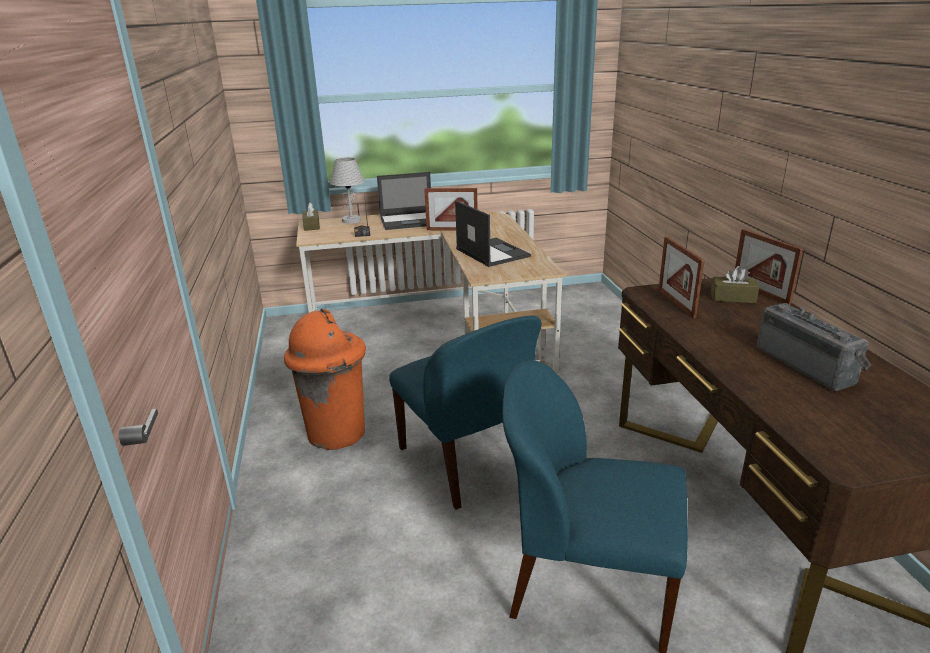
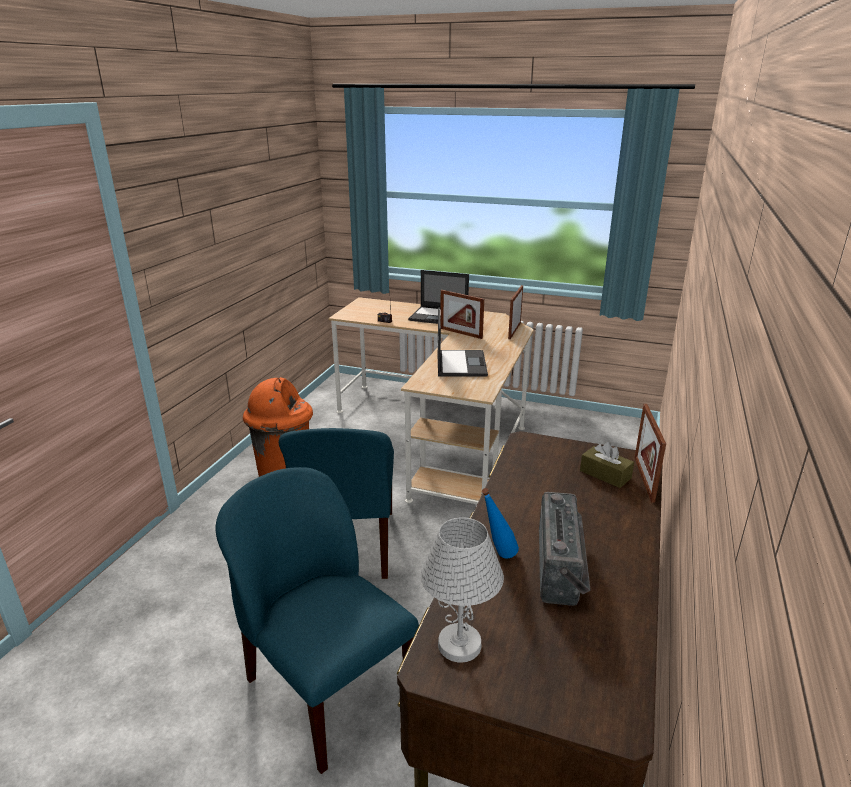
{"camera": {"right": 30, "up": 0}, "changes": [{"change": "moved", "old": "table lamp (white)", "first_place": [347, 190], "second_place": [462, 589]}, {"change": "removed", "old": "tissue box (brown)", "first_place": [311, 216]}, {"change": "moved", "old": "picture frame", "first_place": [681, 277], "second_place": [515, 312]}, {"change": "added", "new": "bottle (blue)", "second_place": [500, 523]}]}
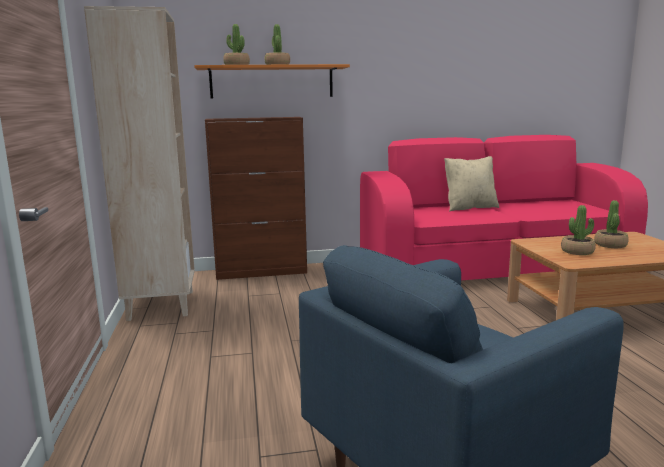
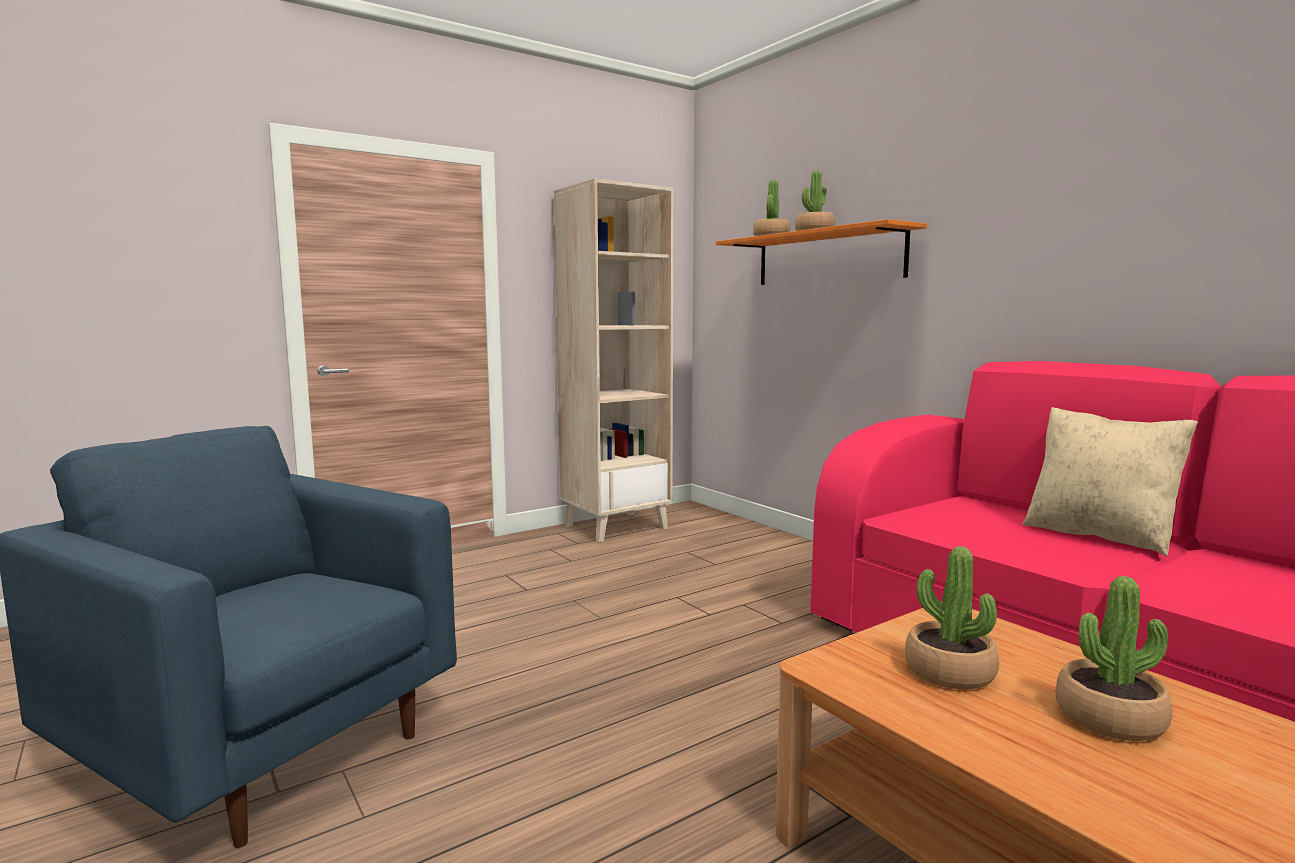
{"camera": {"right": 65, "up": -5}, "changes": [{"change": "removed", "old": "cabinet (brown)", "first_place": [256, 198]}]}
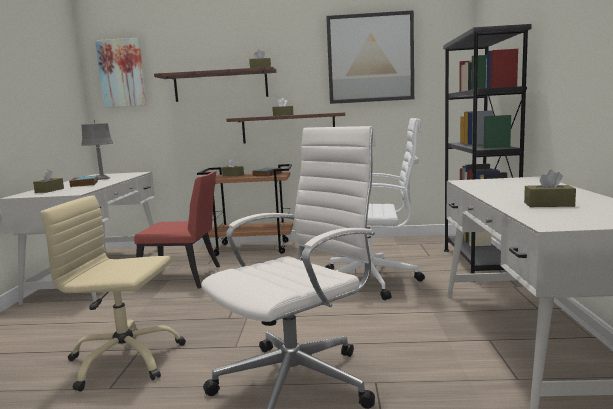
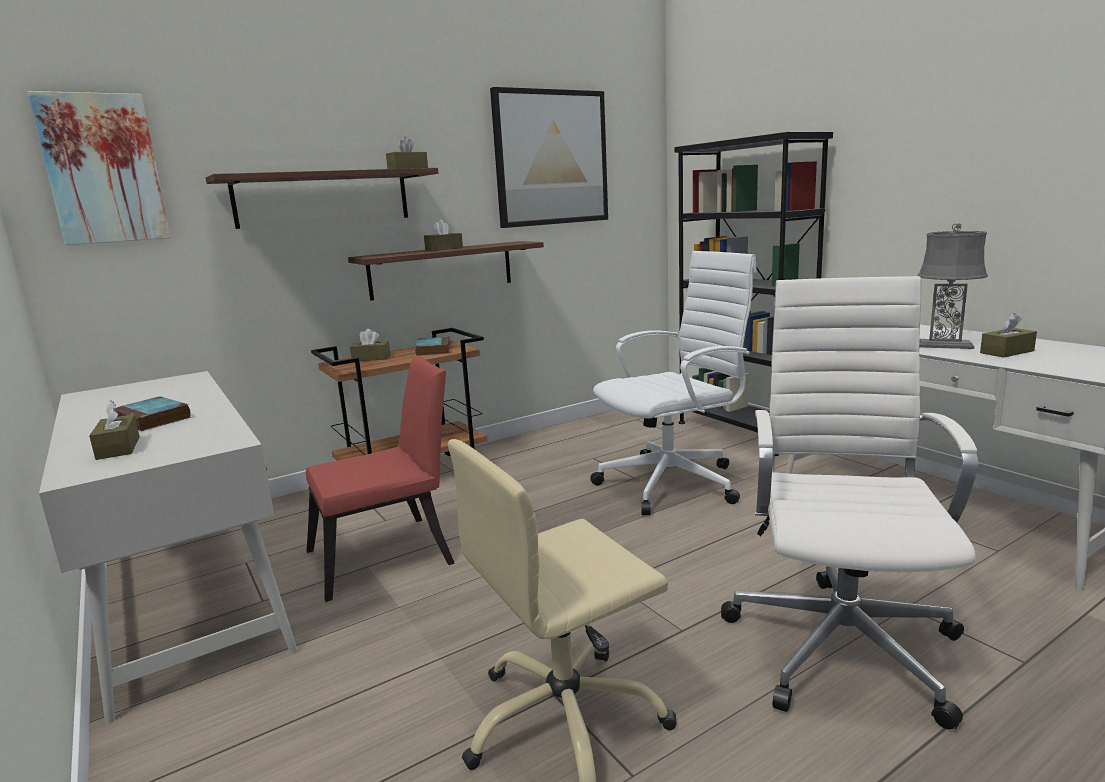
{"camera": {"right": -35, "up": 5}, "changes": [{"change": "moved", "old": "table lamp (grey)", "first_place": [97, 150], "second_place": [952, 286]}]}
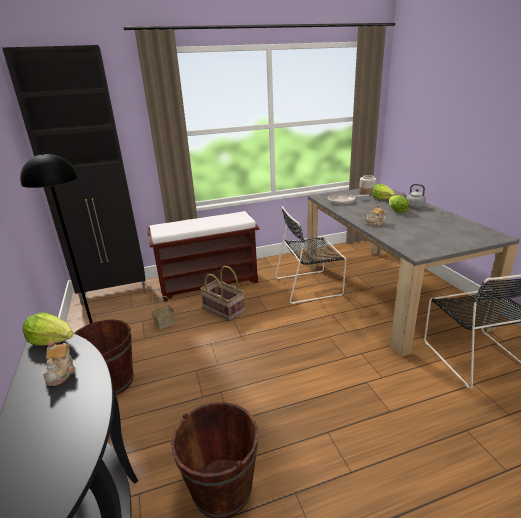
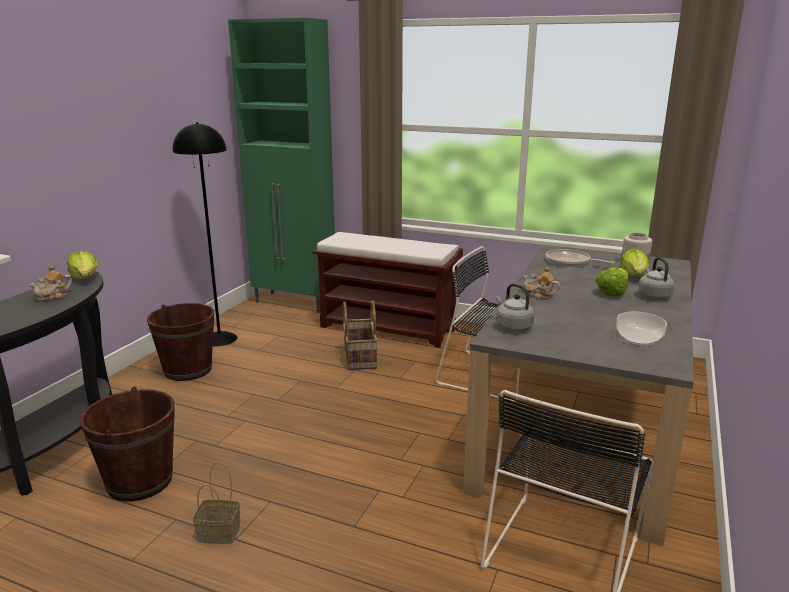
{"camera": {"right": 40, "up": -5}, "changes": [{"change": "recoloured", "old": "cabinet (black)", "new": "cabinet (green)", "first_place": [74, 175], "second_place": [281, 165]}, {"change": "moved", "old": "basket", "first_place": [163, 309], "second_place": [216, 503]}, {"change": "added", "new": "kettle (grey)", "second_place": [515, 307]}, {"change": "added", "new": "bowl", "second_place": [641, 329]}]}
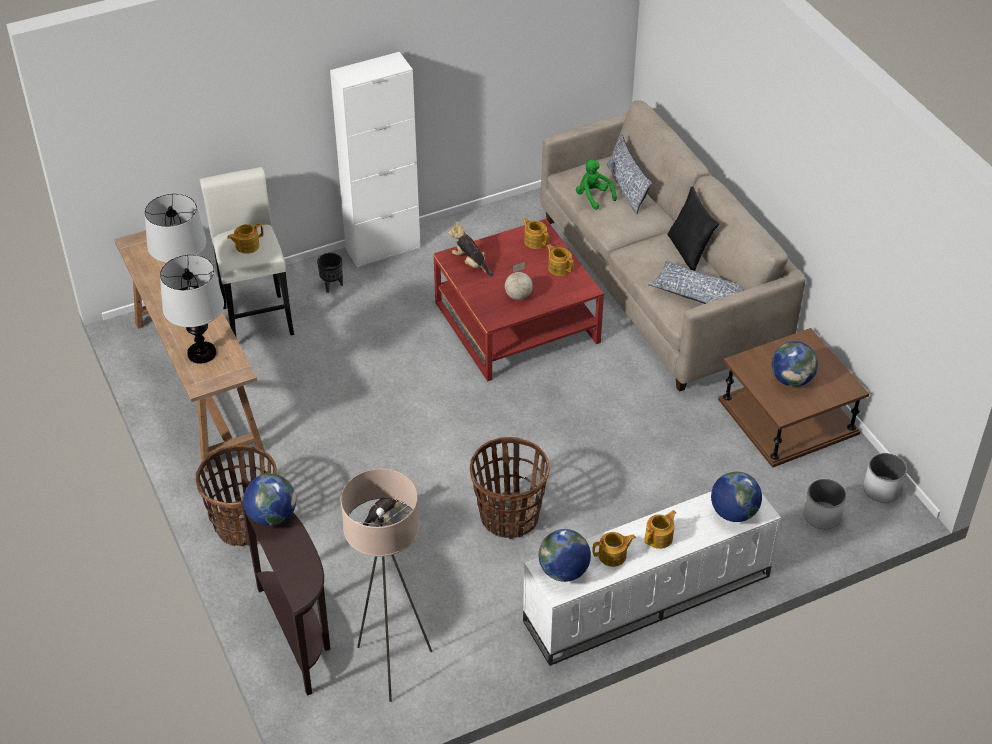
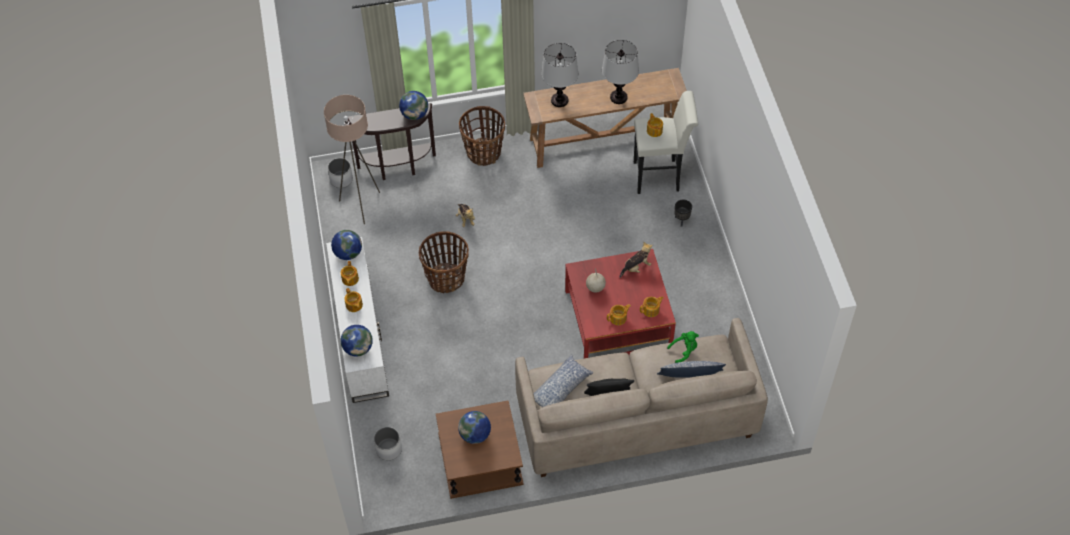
{"camera": {"right": 105, "up": 10}, "changes": [{"change": "removed", "old": "cabinet (white)", "first_place": [375, 160]}, {"change": "moved", "old": "planter (white)", "first_place": [885, 478], "second_place": [340, 173]}]}
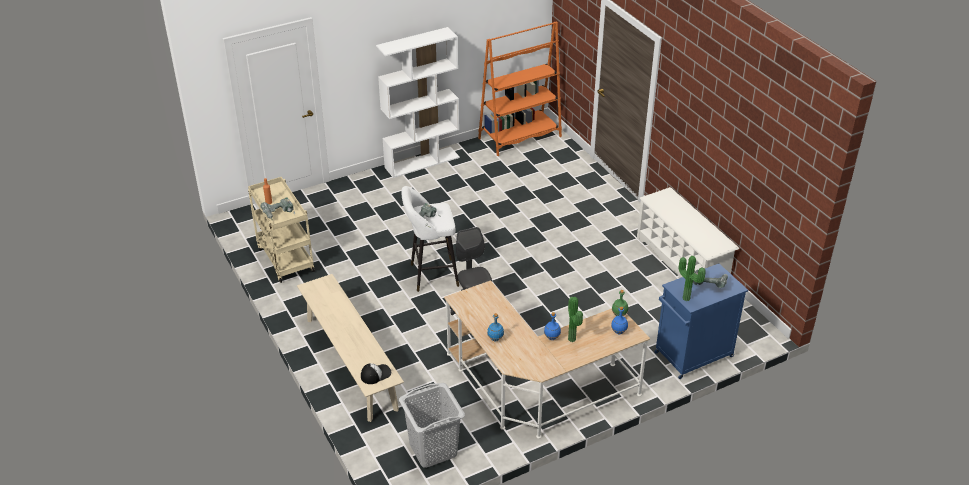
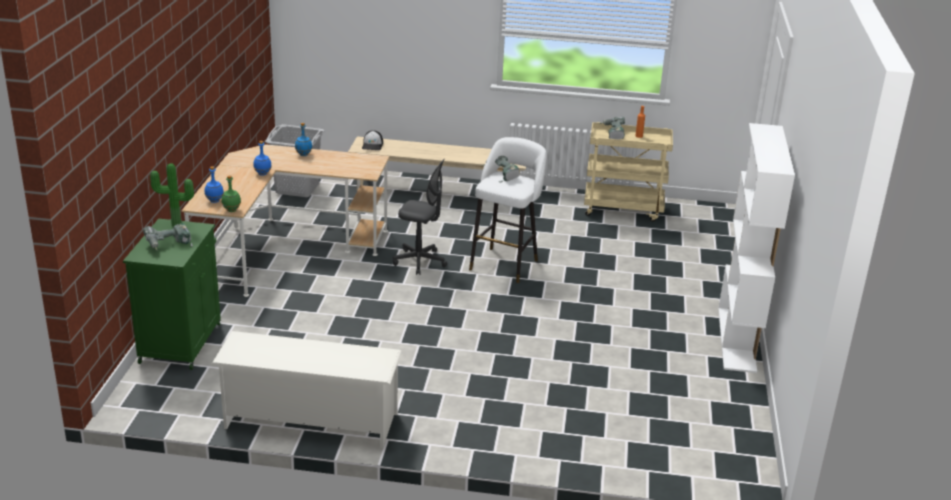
{"camera": {"right": 125, "up": -10}, "changes": [{"change": "removed", "old": "bookcase (orange)", "first_place": [520, 88]}, {"change": "recoloured", "old": "cabinet (blue)", "new": "cabinet (green)", "first_place": [701, 321], "second_place": [172, 294]}, {"change": "removed", "old": "potted plant", "first_place": [575, 319]}]}
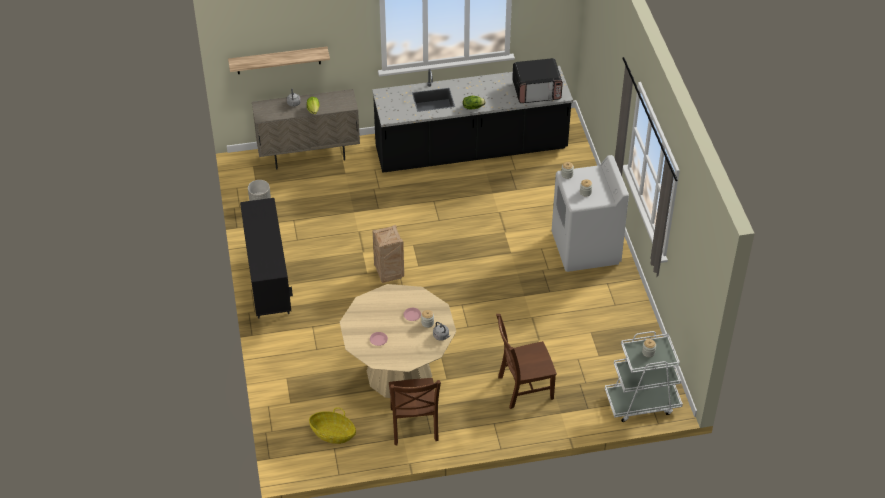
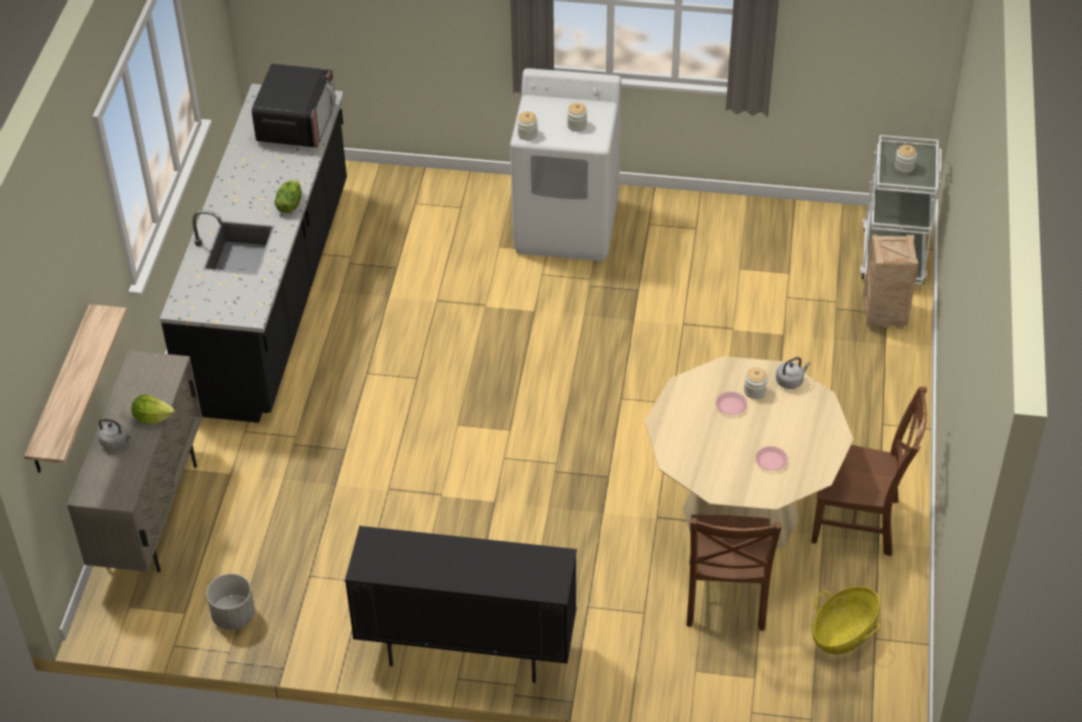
{"camera": {"right": -70, "up": 0}, "changes": [{"change": "moved", "old": "crate", "first_place": [388, 254], "second_place": [891, 281]}, {"change": "moved", "old": "chair (brown)", "first_place": [526, 361], "second_place": [734, 573]}]}
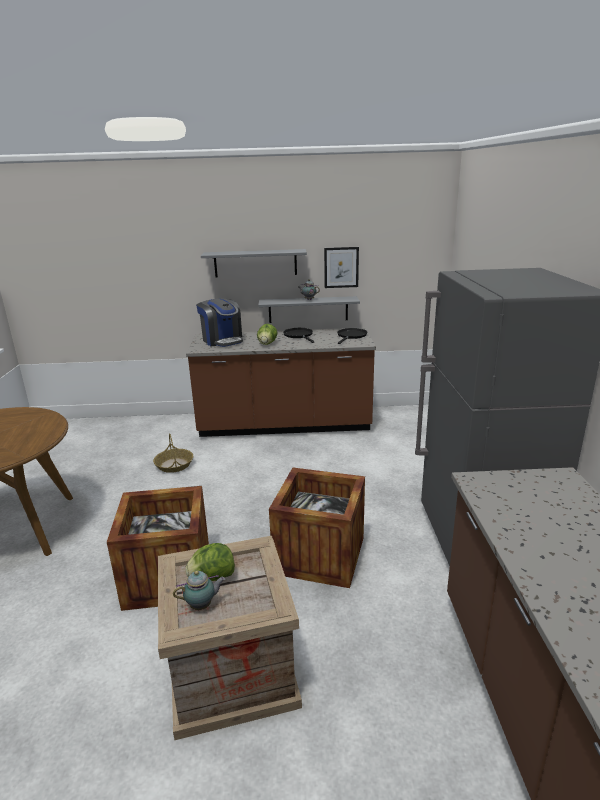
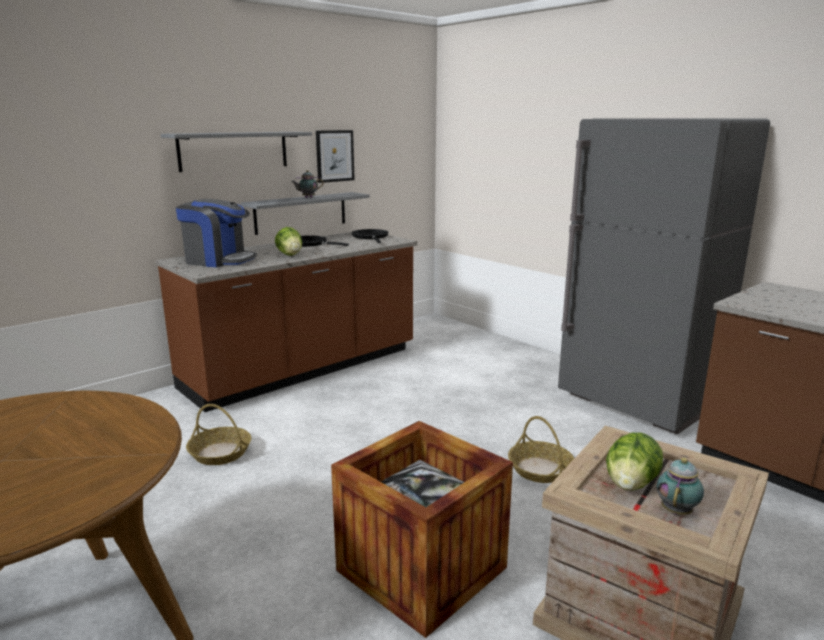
{"camera": {"right": -40, "up": -5}, "changes": [{"change": "replaced", "old": "crate", "new": "basket", "first_place": [317, 528], "second_place": [541, 449]}]}
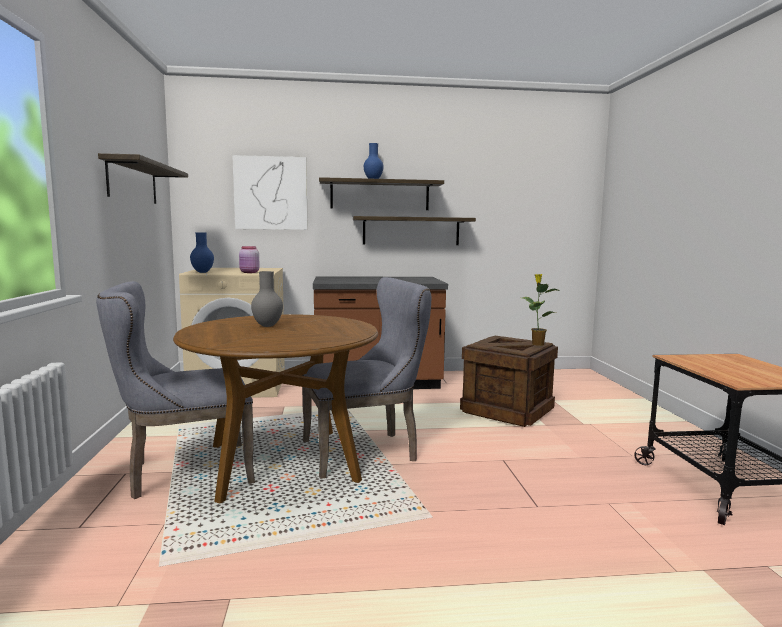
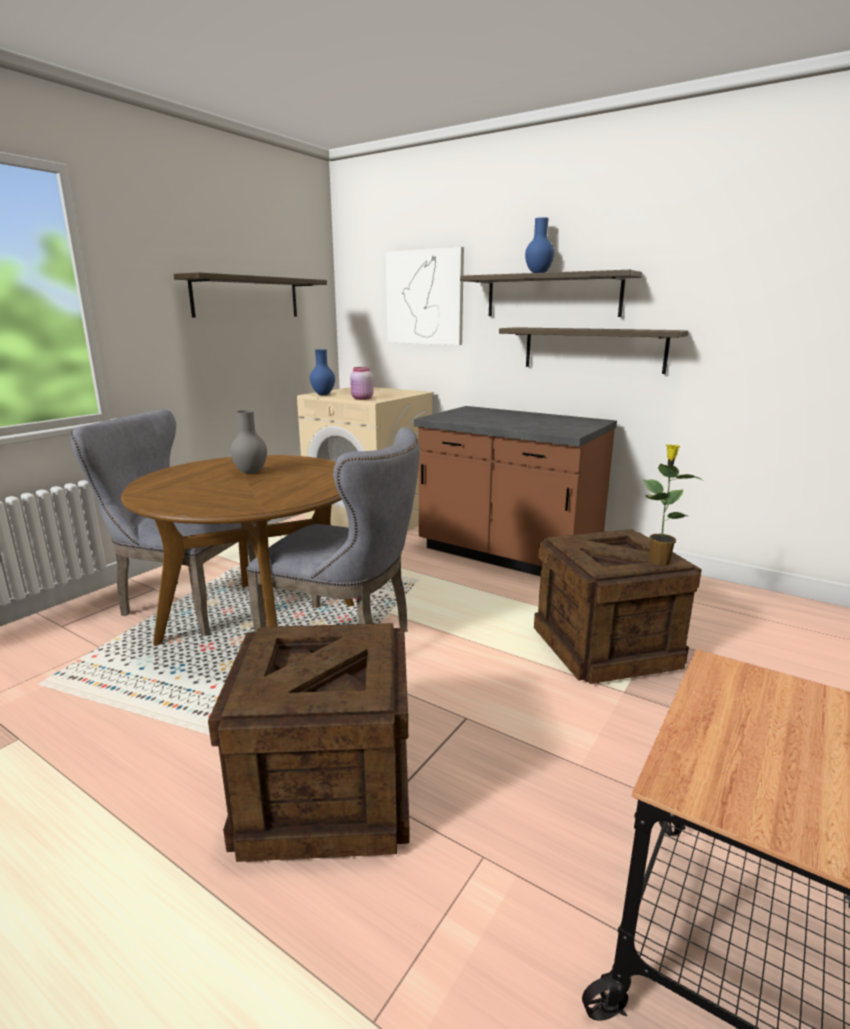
{"camera": {"right": 40, "up": 10}, "changes": [{"change": "added", "new": "crate", "second_place": [309, 742]}]}
